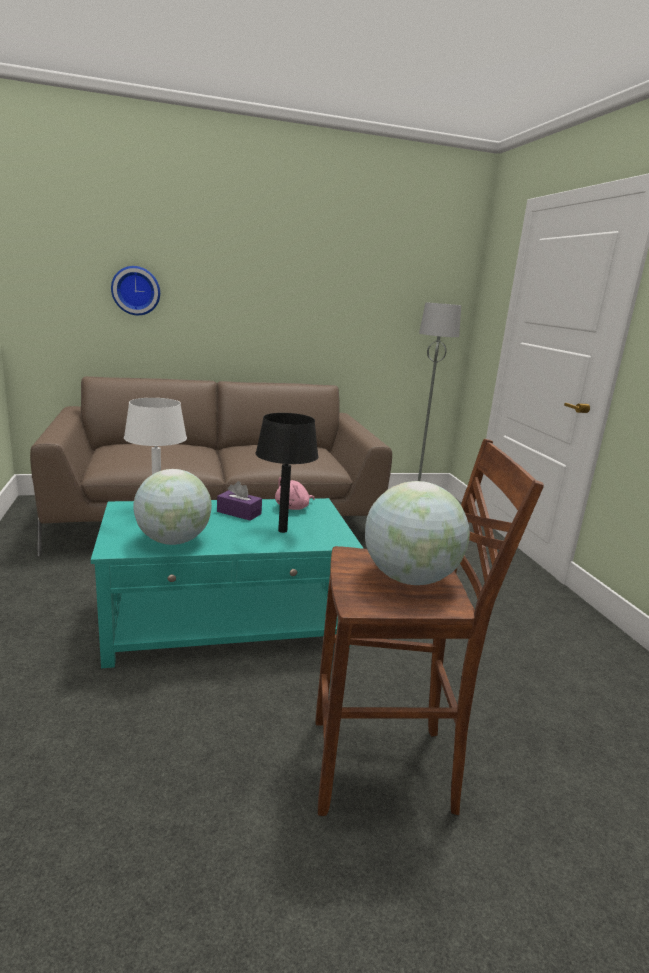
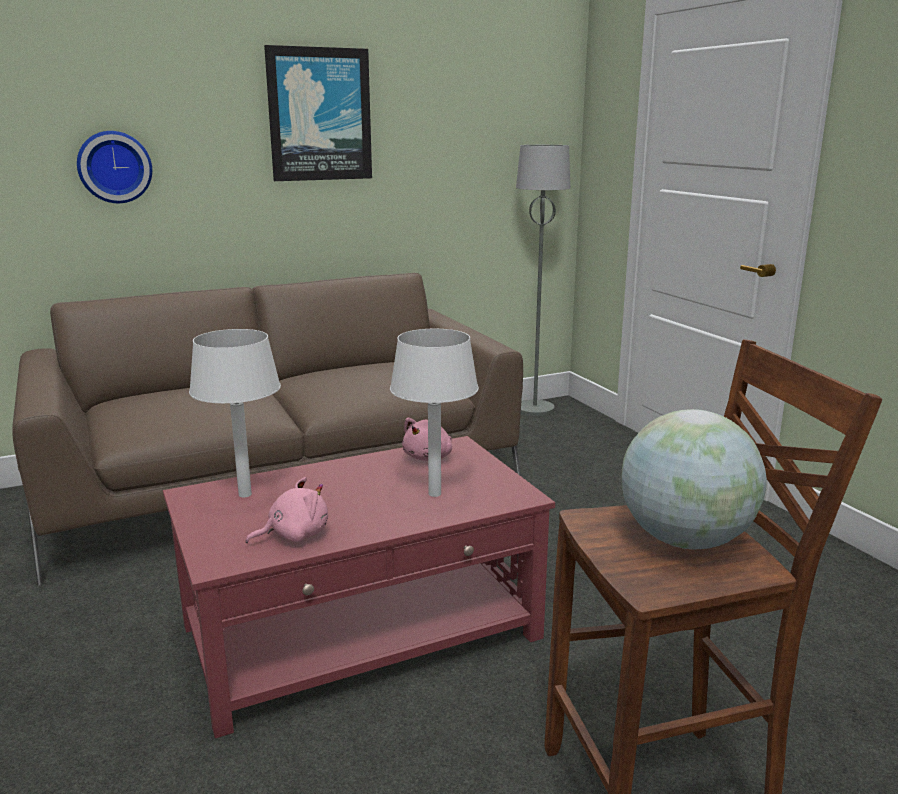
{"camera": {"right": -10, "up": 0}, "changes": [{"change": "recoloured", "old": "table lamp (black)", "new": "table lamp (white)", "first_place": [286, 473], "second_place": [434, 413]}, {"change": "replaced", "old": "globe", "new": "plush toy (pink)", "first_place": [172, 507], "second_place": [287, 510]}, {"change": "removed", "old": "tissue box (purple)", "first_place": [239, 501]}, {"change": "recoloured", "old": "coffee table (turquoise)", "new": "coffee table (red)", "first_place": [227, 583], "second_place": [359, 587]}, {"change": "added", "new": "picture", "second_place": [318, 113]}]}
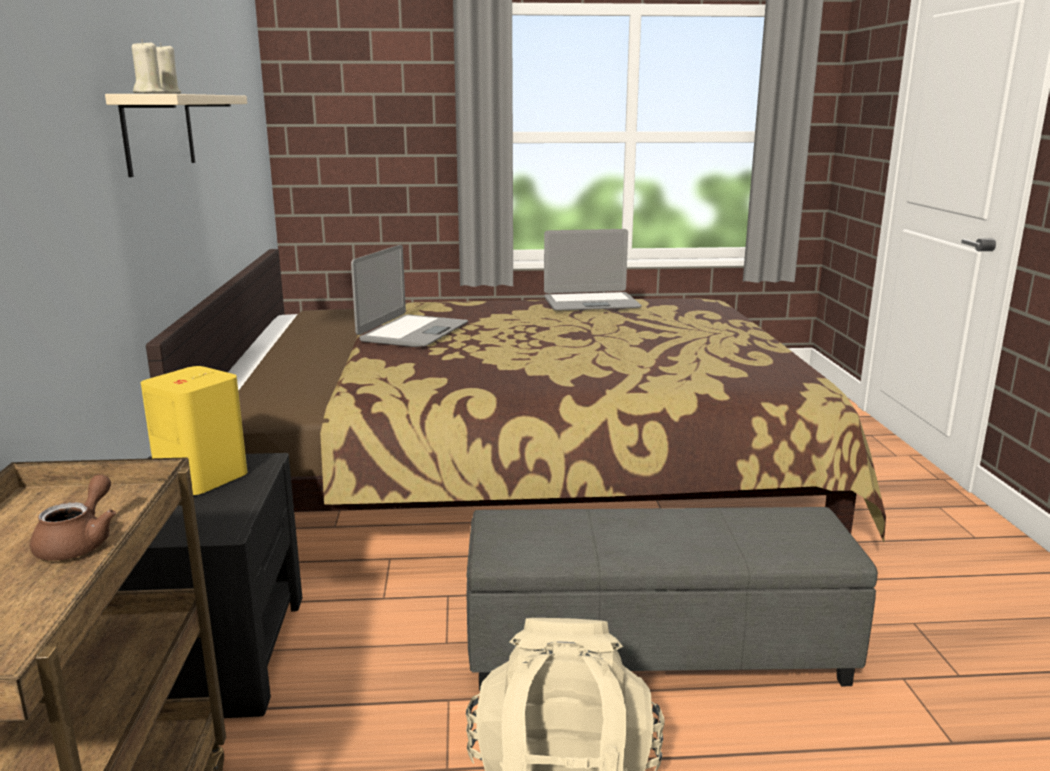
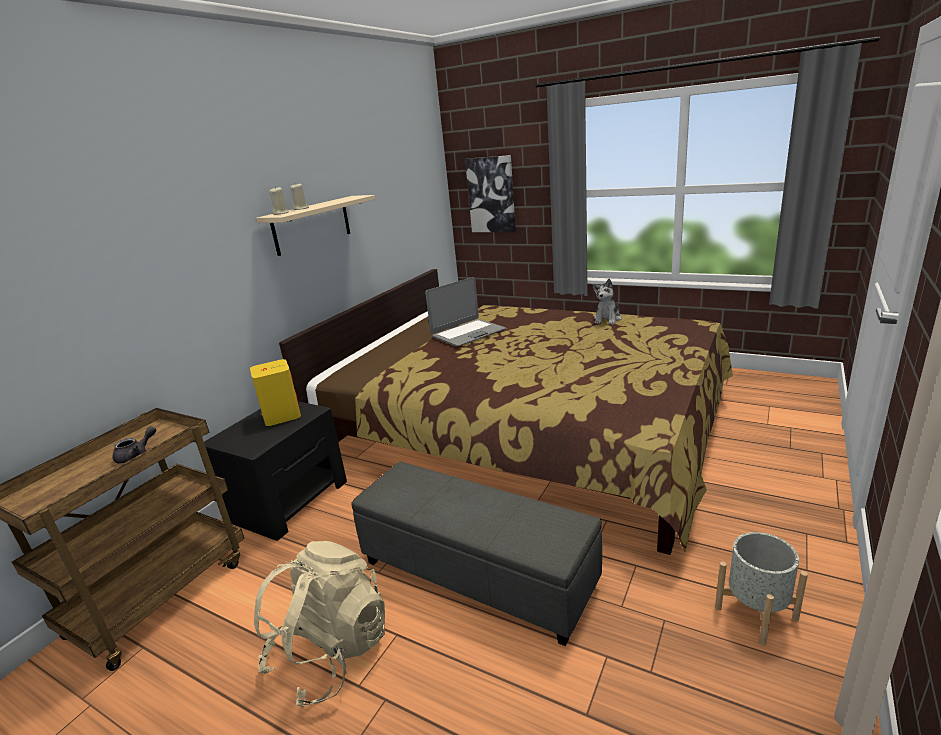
{"camera": {"right": 35, "up": 5}, "changes": [{"change": "replaced", "old": "laptop", "new": "plush toy", "first_place": [593, 270], "second_place": [607, 302]}, {"change": "recoloured", "old": "teapot (brown)", "new": "teapot (grey)", "first_place": [73, 518], "second_place": [134, 445]}, {"change": "added", "new": "picture", "second_place": [490, 193]}, {"change": "added", "new": "planter (grey)", "second_place": [761, 588]}]}
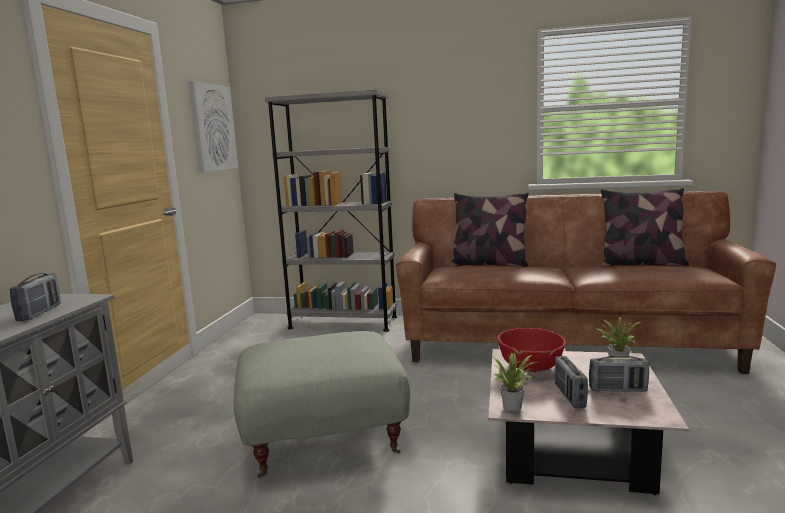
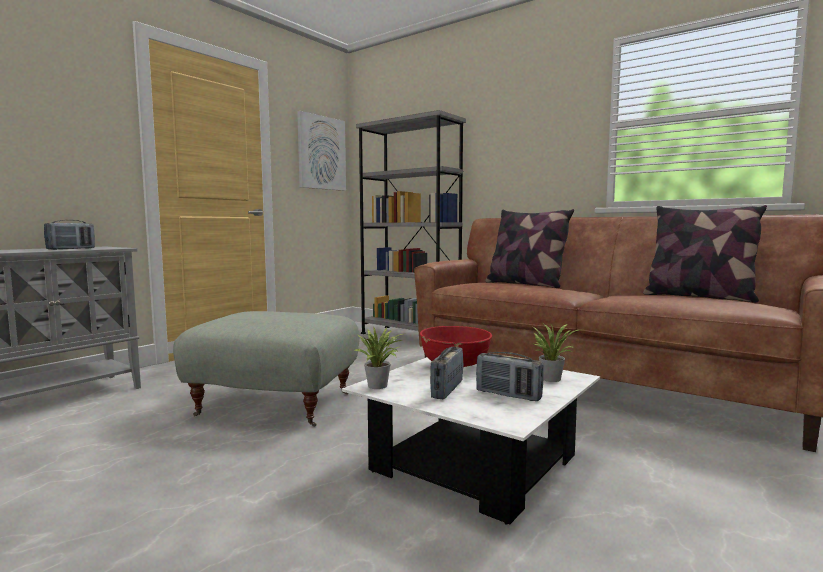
{"camera": {"right": 25, "up": -5}, "changes": [{"change": "recoloured", "old": "coffee table (pink)", "new": "coffee table (white)", "first_place": [588, 422], "second_place": [471, 441]}]}
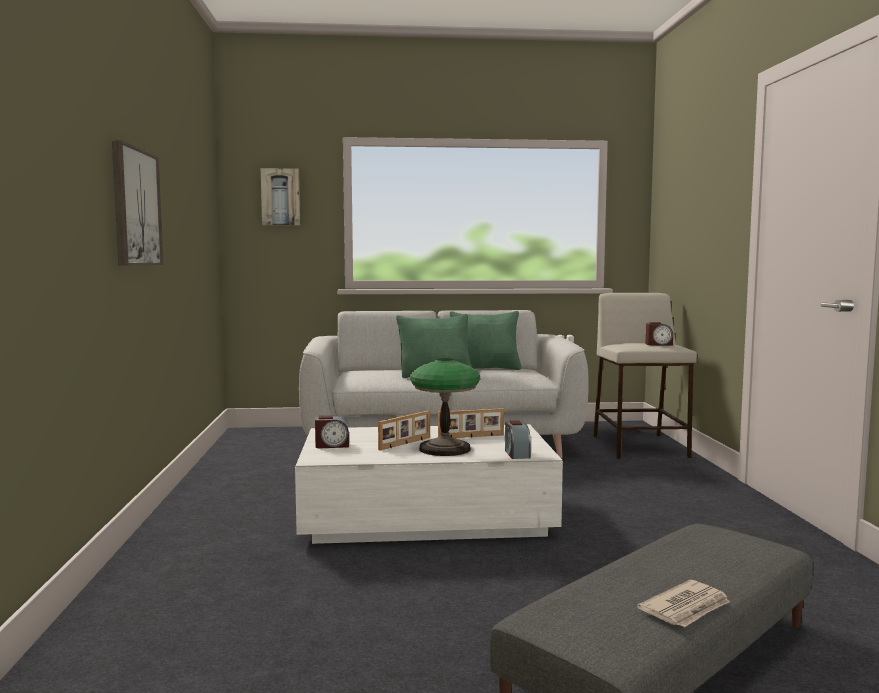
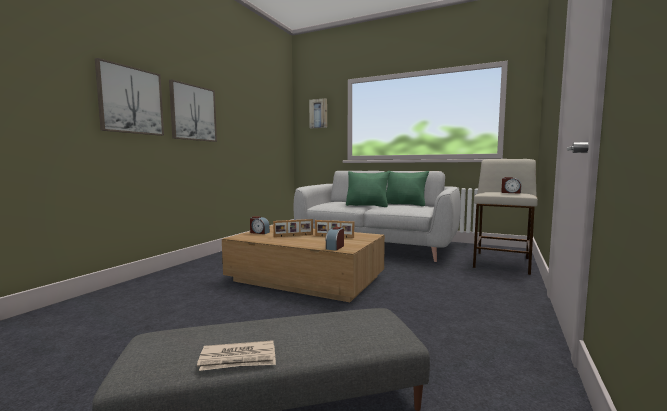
{"camera": {"right": 30, "up": 0}, "changes": [{"change": "removed", "old": "table lamp", "first_place": [445, 407]}, {"change": "recoloured", "old": "coffee table (white)", "new": "coffee table (brown)", "first_place": [429, 484], "second_place": [303, 263]}, {"change": "added", "new": "picture", "second_place": [129, 97]}]}
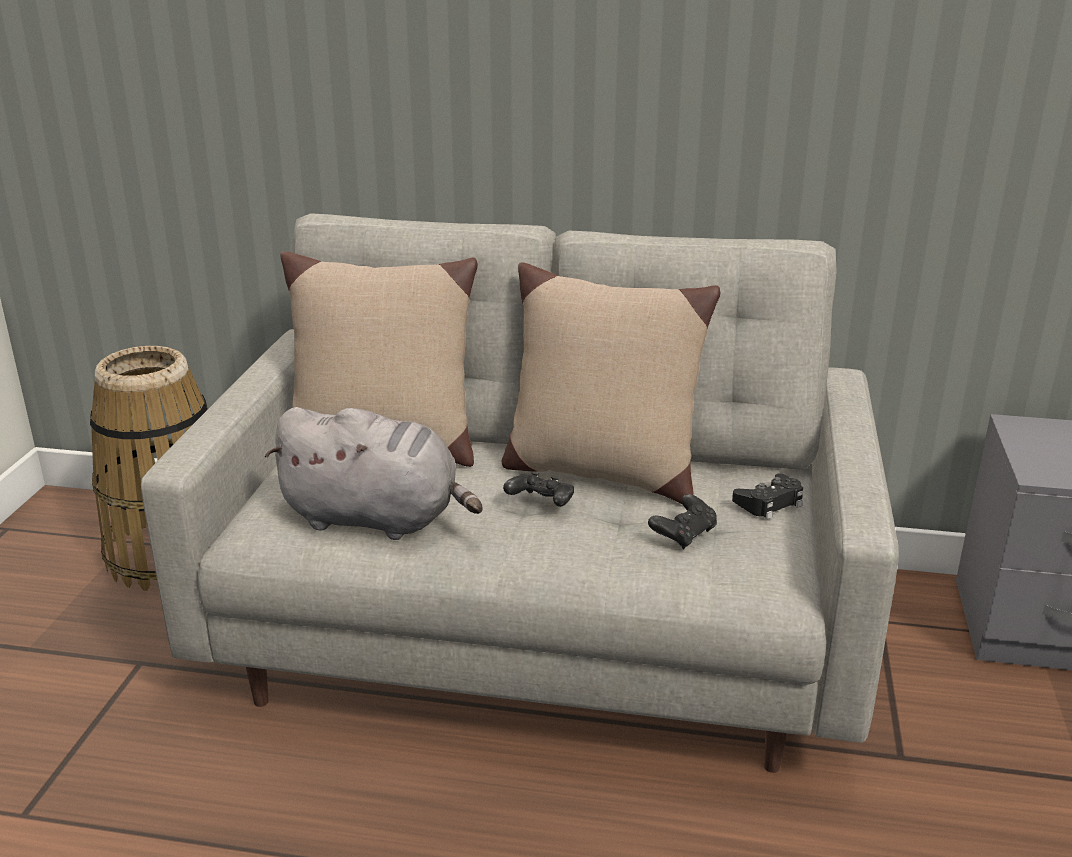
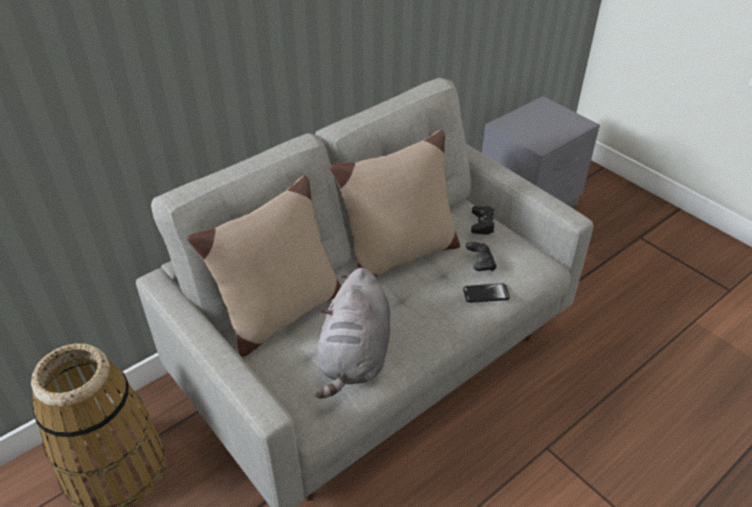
{"camera": {"right": -50, "up": 15}, "changes": [{"change": "turned", "old": "plush toy (grey)", "first_place": [373, 473], "second_place": [352, 333], "degrees": 135}, {"change": "removed", "old": "game controller (black)", "first_place": [538, 489]}, {"change": "added", "new": "phone", "second_place": [486, 293]}]}
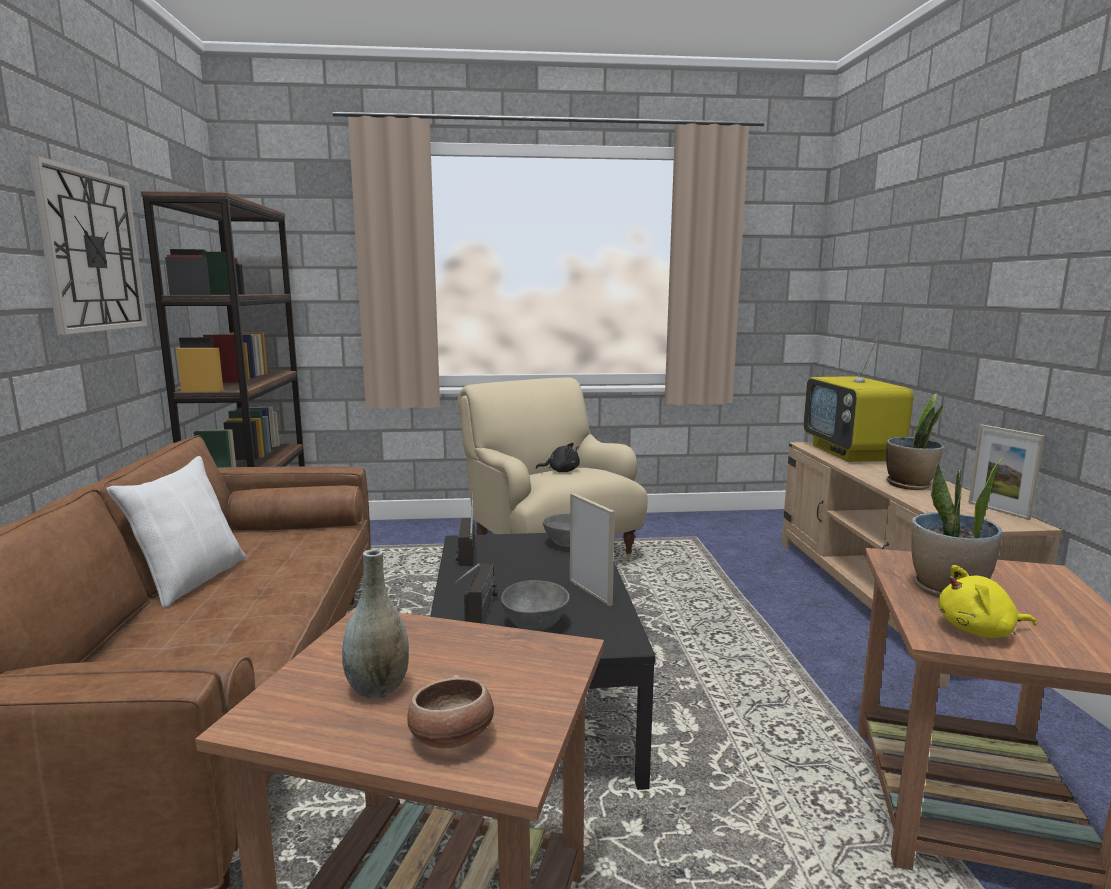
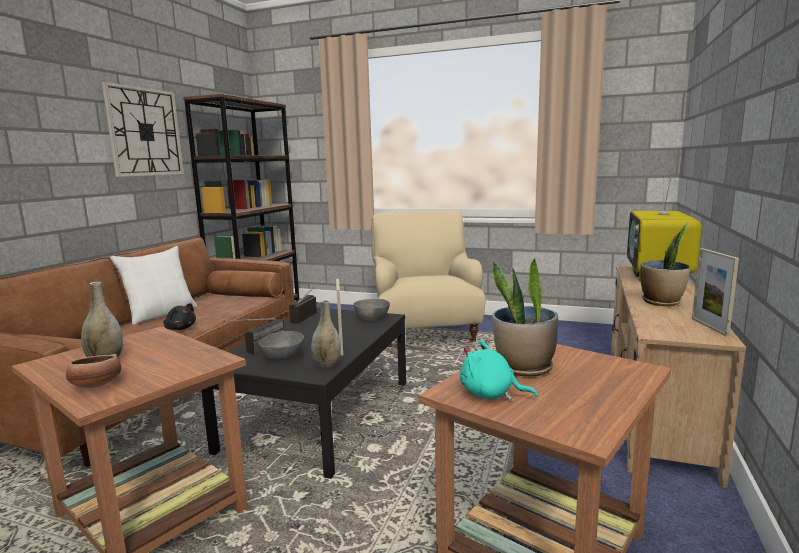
{"camera": {"right": 25, "up": 0}, "changes": [{"change": "moved", "old": "plush toy (black)", "first_place": [558, 457], "second_place": [180, 316]}, {"change": "recoloured", "old": "plush toy (yellow)", "new": "plush toy (turquoise)", "first_place": [987, 601], "second_place": [499, 370]}, {"change": "added", "new": "vase (grey)", "second_place": [326, 334]}]}
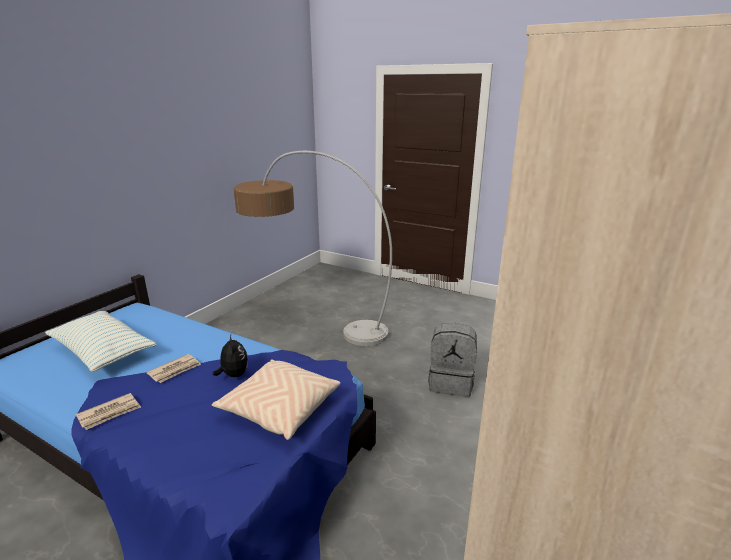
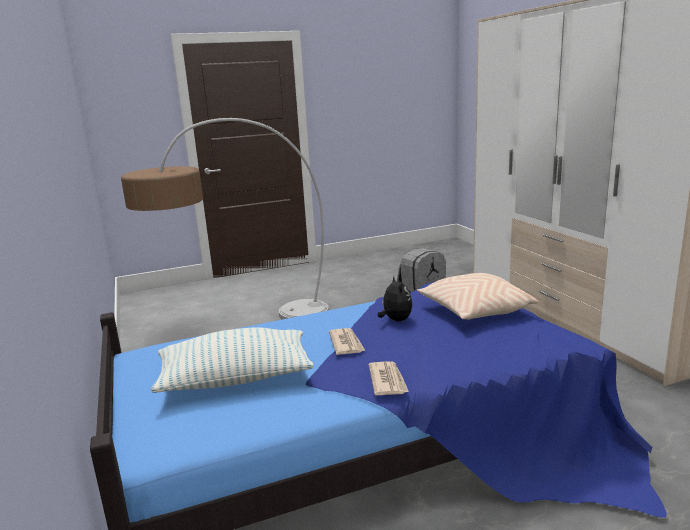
{"camera": {"right": -50, "up": -5}, "changes": [{"change": "turned", "old": "plush toy", "first_place": [230, 356], "second_place": [395, 299], "degrees": 60}]}
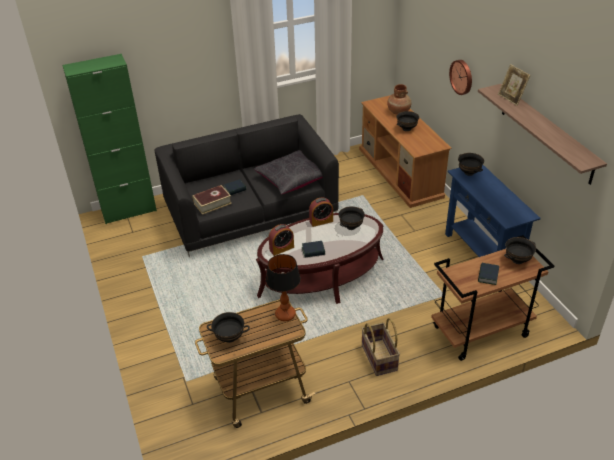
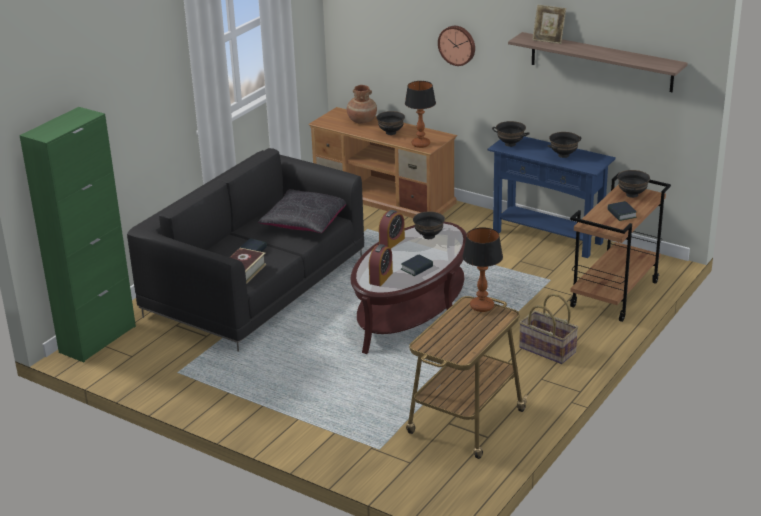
{"camera": {"right": -35, "up": -10}, "changes": [{"change": "moved", "old": "bowl (black)", "first_place": [228, 327], "second_place": [564, 145]}, {"change": "added", "new": "table lamp", "second_place": [420, 114]}]}
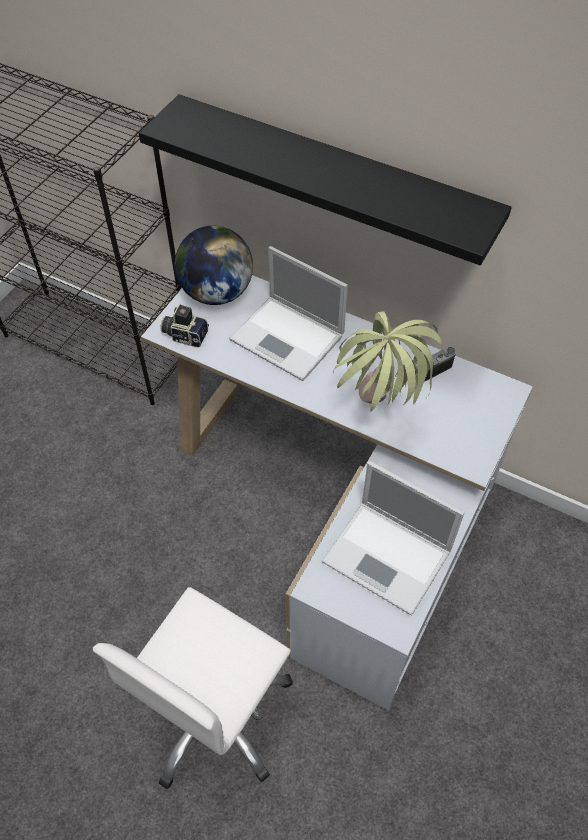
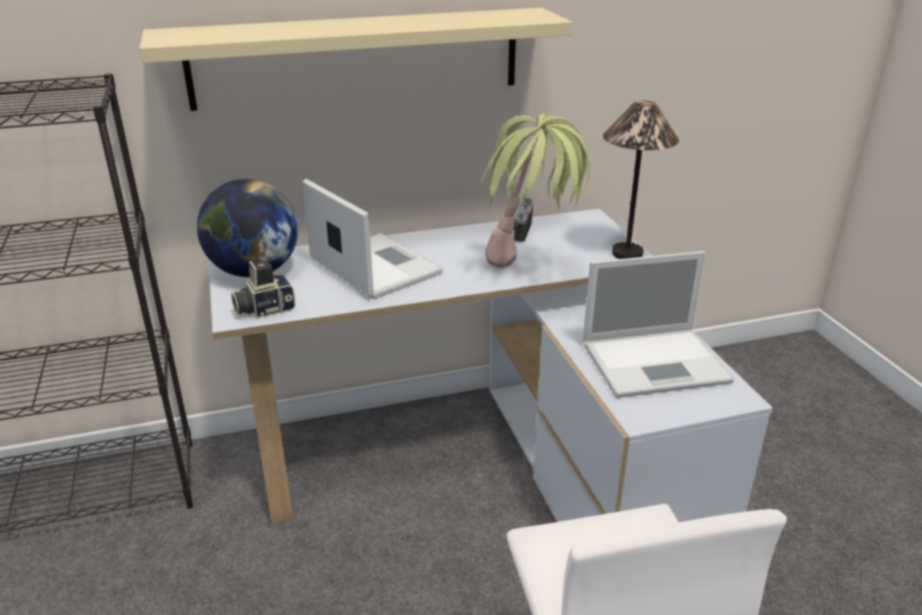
{"camera": {"right": -45, "up": -25}, "changes": [{"change": "recoloured", "old": "shelf (black)", "new": "shelf (beige)", "first_place": [325, 179], "second_place": [355, 59]}, {"change": "turned", "old": "laptop", "first_place": [288, 313], "second_place": [372, 239], "degrees": -120}, {"change": "added", "new": "table lamp", "second_place": [641, 179]}]}
